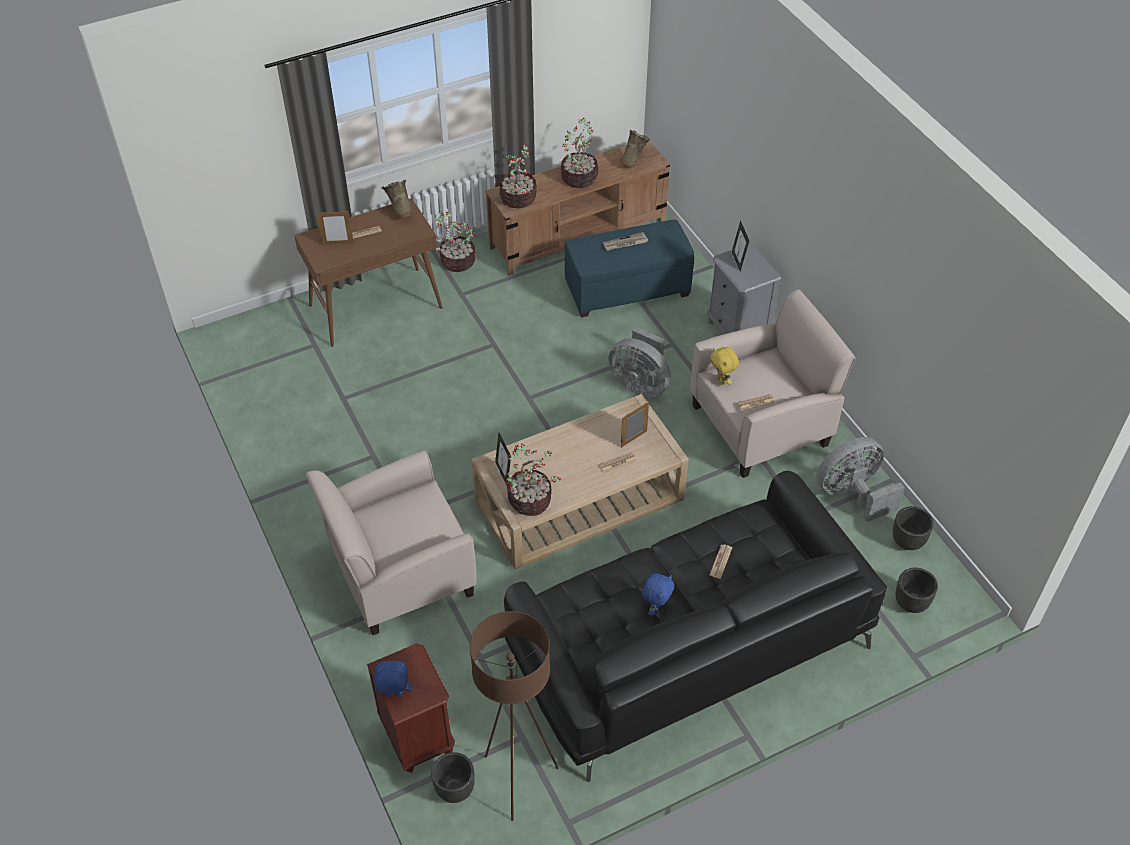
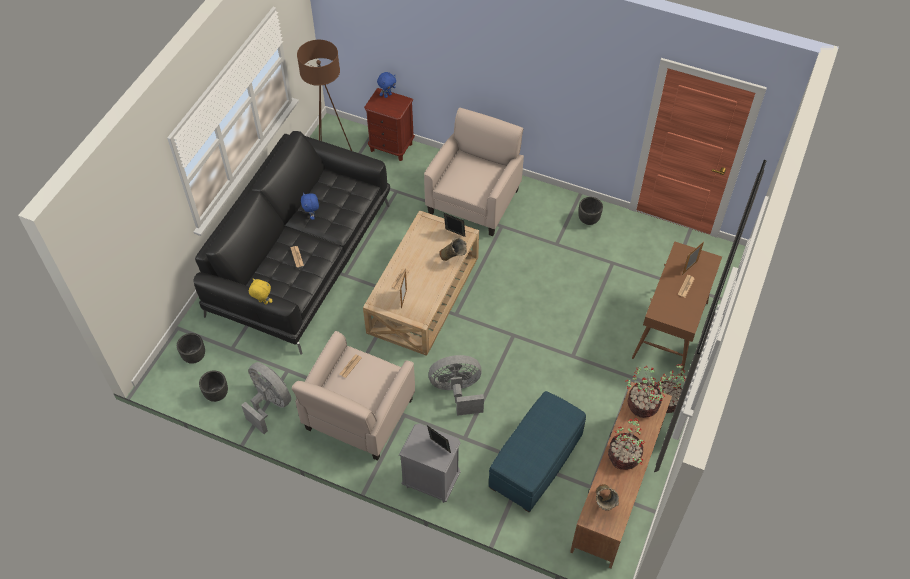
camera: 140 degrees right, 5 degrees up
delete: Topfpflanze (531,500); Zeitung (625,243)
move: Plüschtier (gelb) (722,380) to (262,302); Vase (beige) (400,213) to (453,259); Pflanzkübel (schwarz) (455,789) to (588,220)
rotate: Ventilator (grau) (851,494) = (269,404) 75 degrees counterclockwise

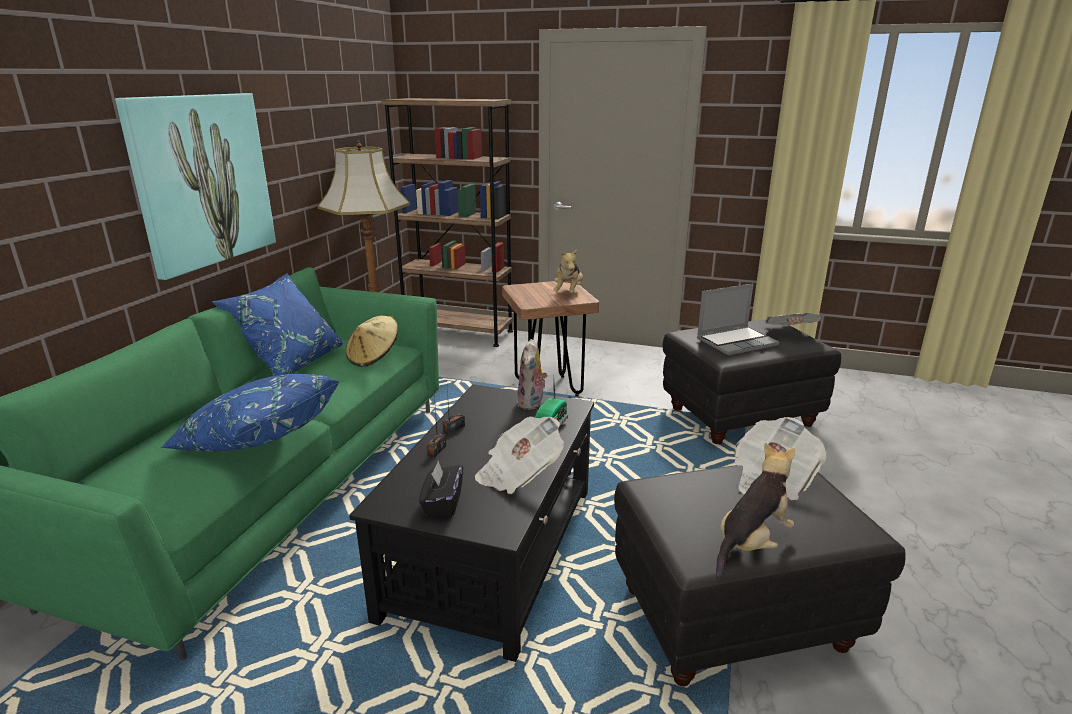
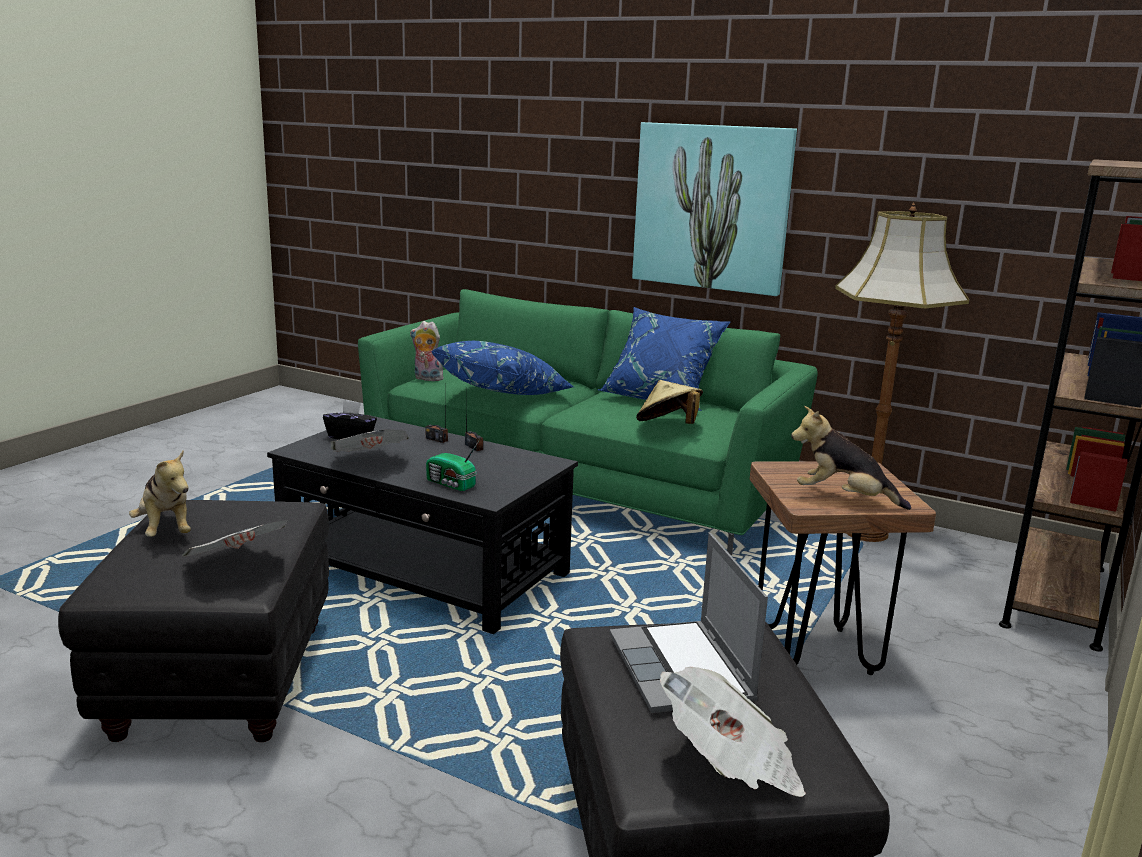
camera: 100 degrees right, 5 degrees down
move: Plüschtier (532,403) to (426,378)

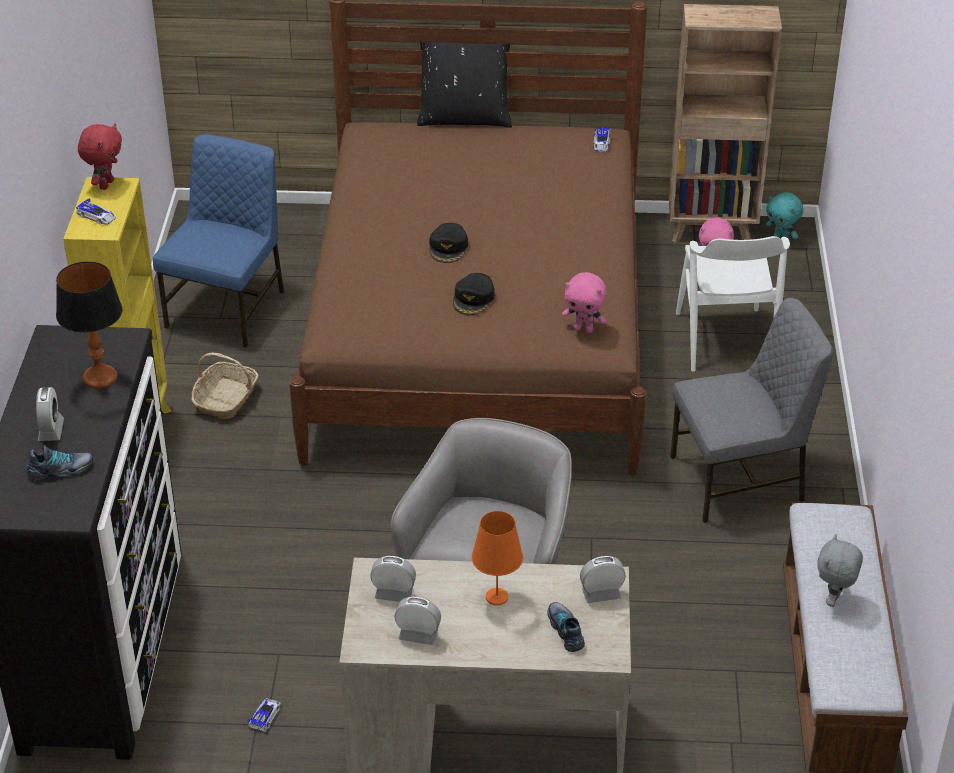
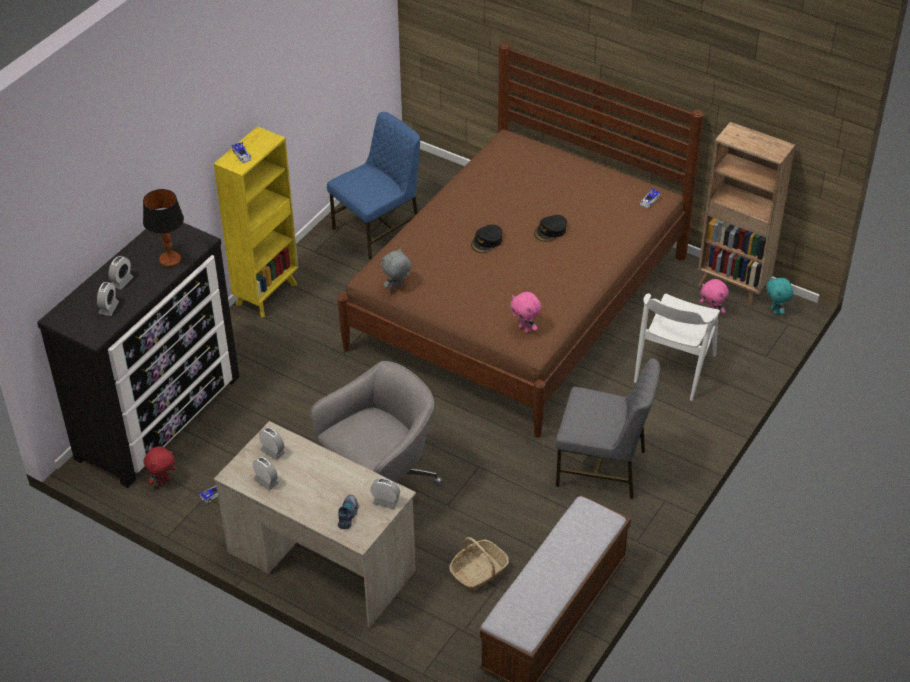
camera: 30 degrees right, 5 degrees up
delete: Kissen (schwarz) (465,118); Tischlampe (orange) (496,597)
move: Plüschtier (rot) (105,184) to (163,481); Plüschtier (grau) (834,600) to (396,287); Korb (226,399) to (479,571); Kappe (schwarz) (474,298) to (550,231)
replace: Schuh (61,470) to Wecker (108,308)

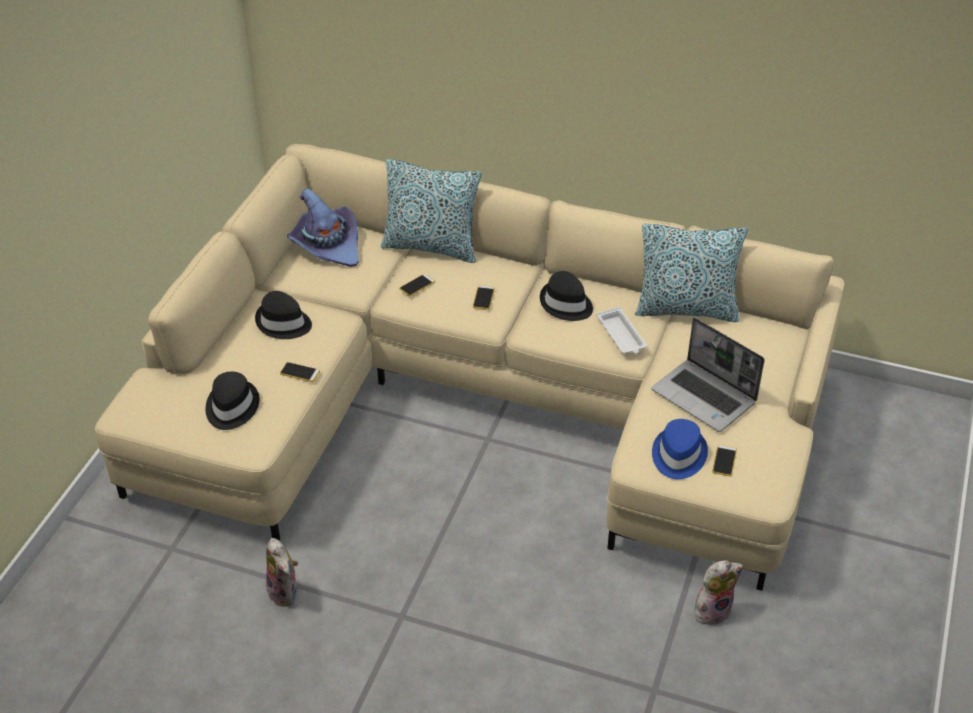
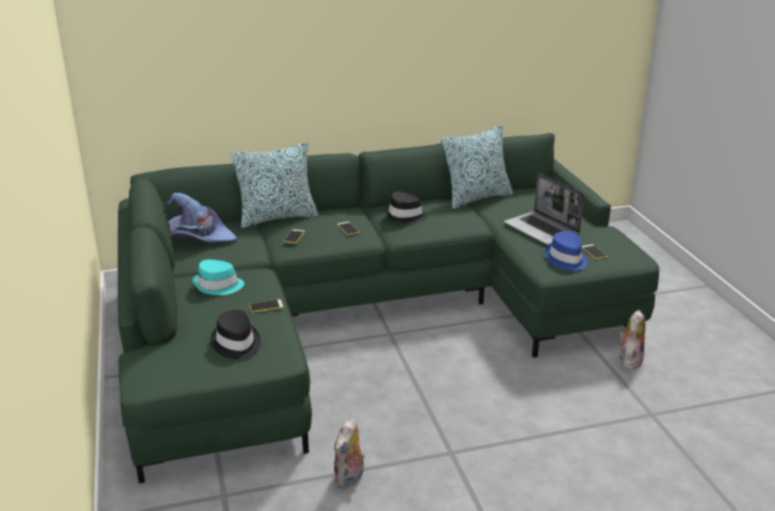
camera: 35 degrees left, 15 degrees down
delete: Tablett (weiß) (621,335)
recolor: Sofa (beige) (482,400) to Sofa (grün) (361,316); Hut (schwarz) (283,323) to Hut (türkis) (218,286)
rotate: Plüschtier (285,592) = (350,479) 90 degrees clockwise; Laptop (705,397) = (542,230) 45 degrees clockwise

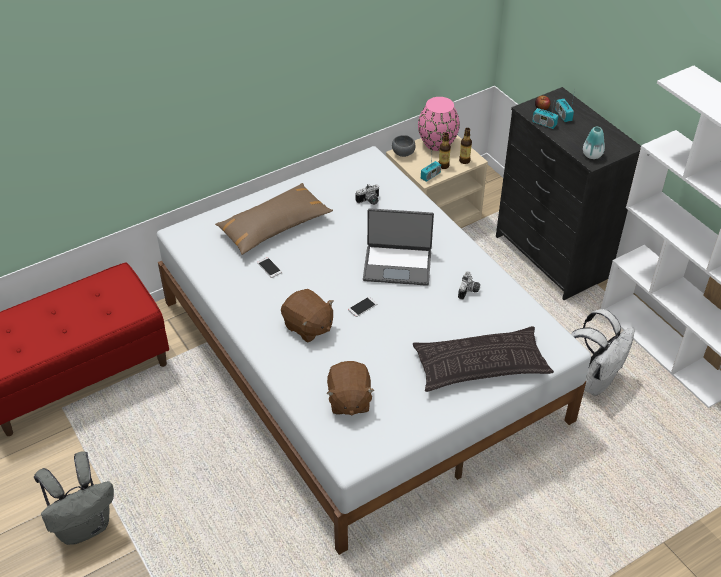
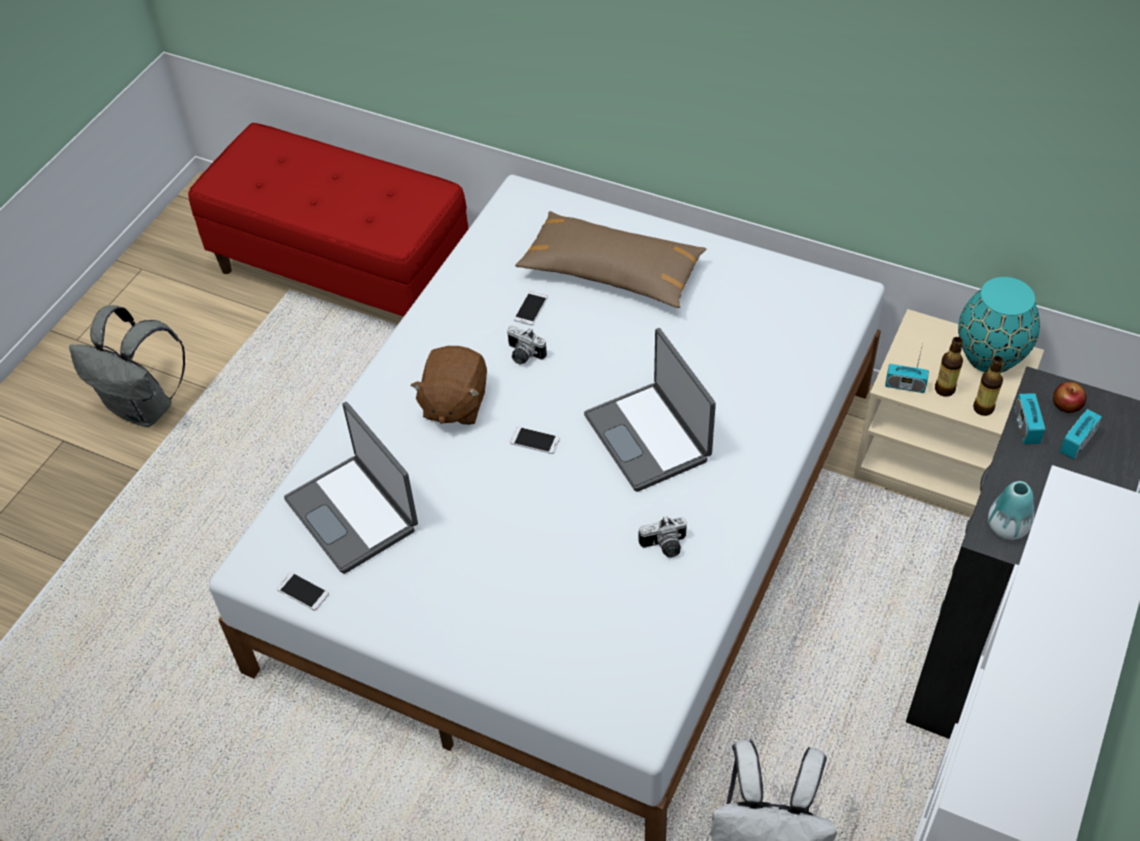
camera: 60 degrees right, 5 degrees up
delete: Schüssel (grau) (403,153); Kissen (480,365)
insert: Handy (303,591)
move: Kamera (369,201) to (523,355)
replace: Plüschtier (braun) (349,400) to Laptop (354,513)
recolor: Vase (rosa) (437,143) to Vase (türkis) (989,357)

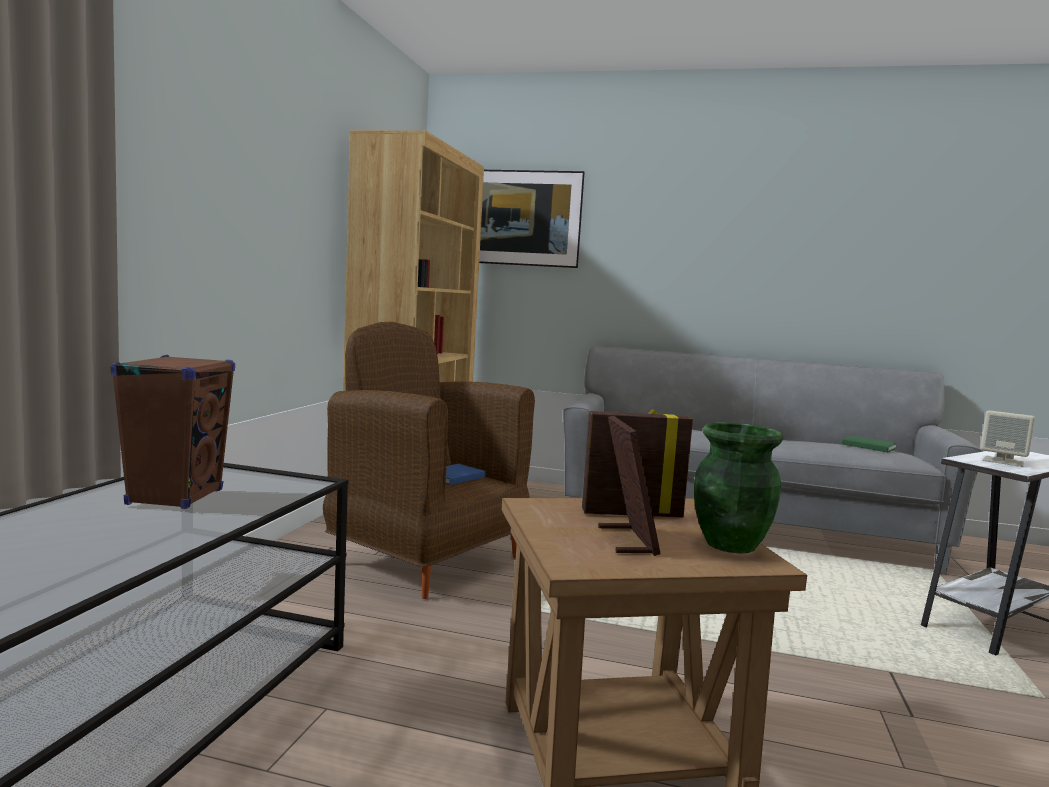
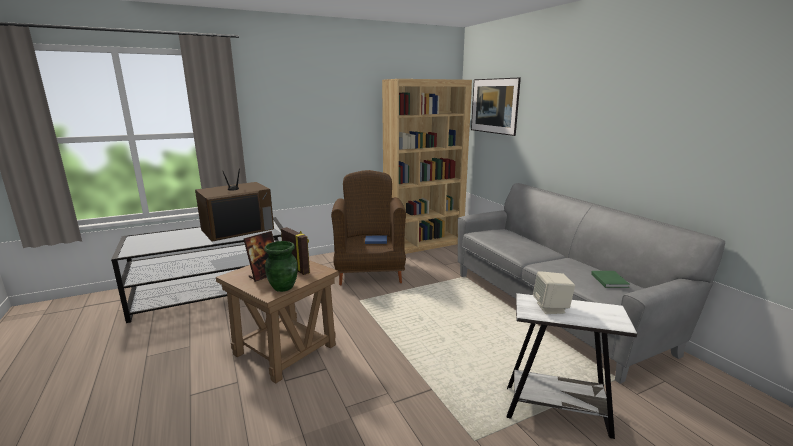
camera: 50 degrees right, 10 degrees up
replace: Lautsprecher (braun) (175,497) to Fernseher (238,229)

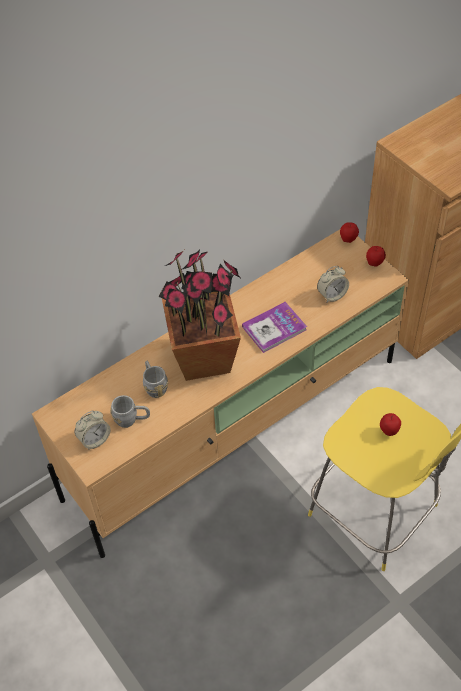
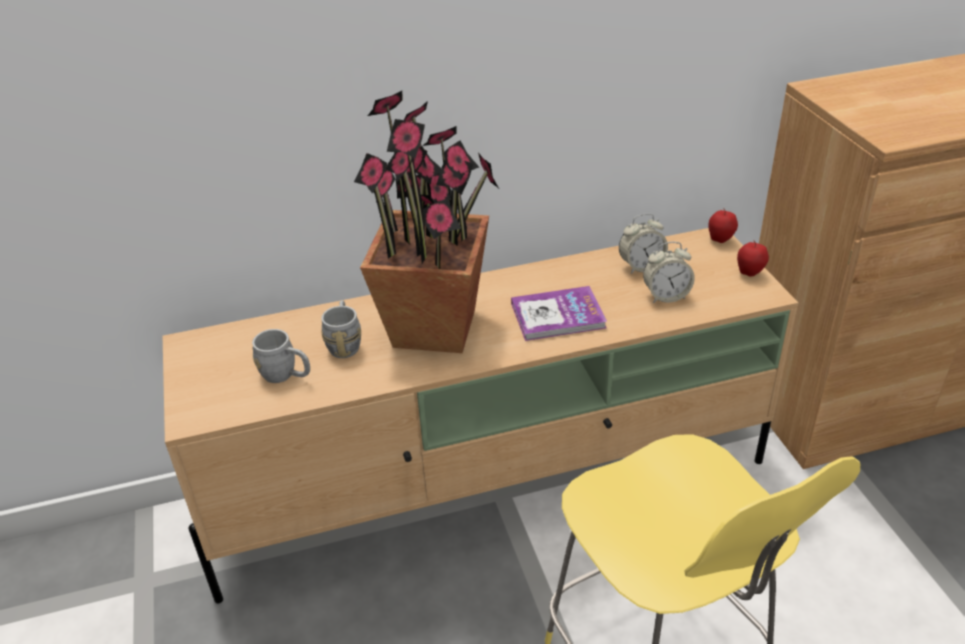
camera: 20 degrees right, 15 degrees down
delete: Apfel (389,431)
move: Wecker (94,439) to (641,266)

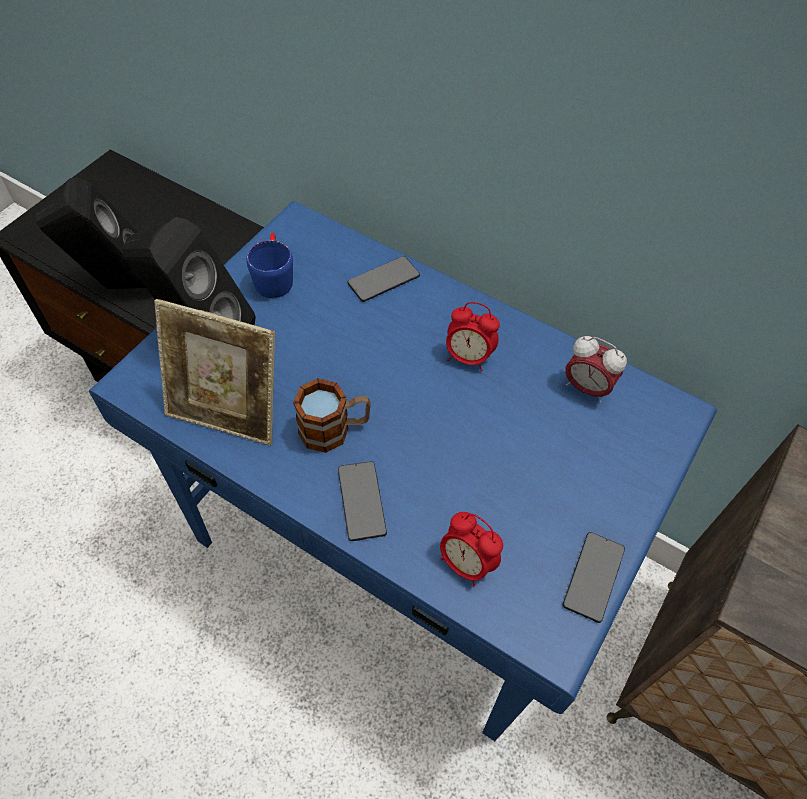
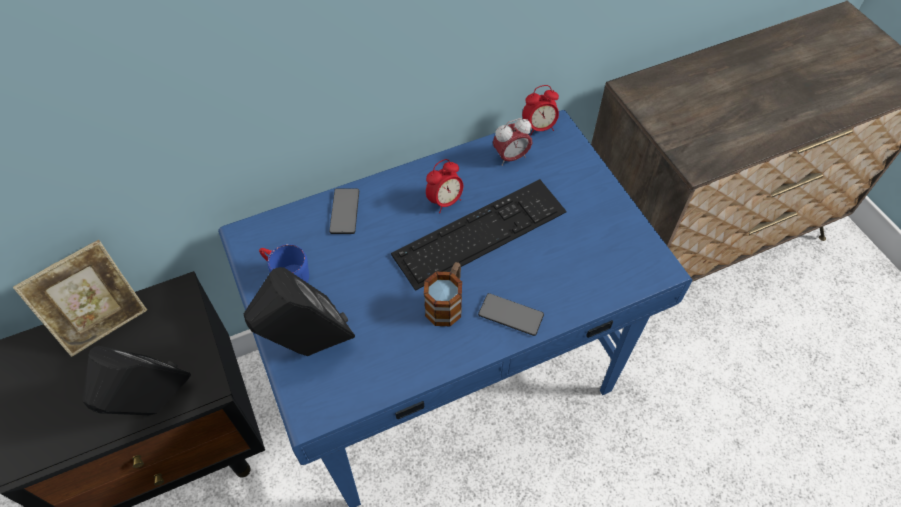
camera: 55 degrees left, 0 degrees up
delete: Handy (593,577)
insert: Tastatur (480,233)
move: Bilderrahmen (227,413) to (104,322); Wecker (466,563) to (539,128)

